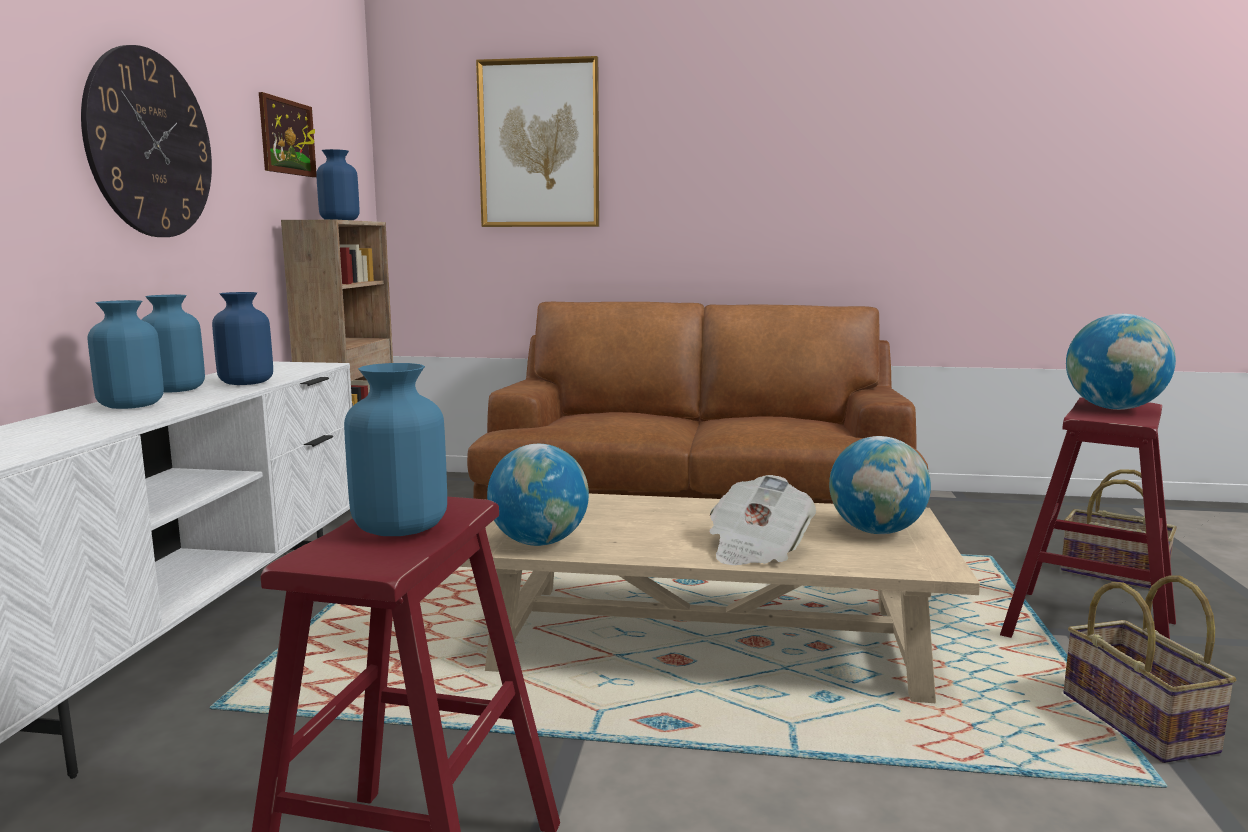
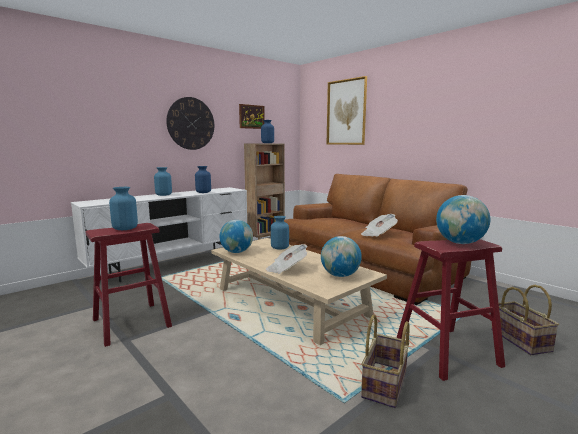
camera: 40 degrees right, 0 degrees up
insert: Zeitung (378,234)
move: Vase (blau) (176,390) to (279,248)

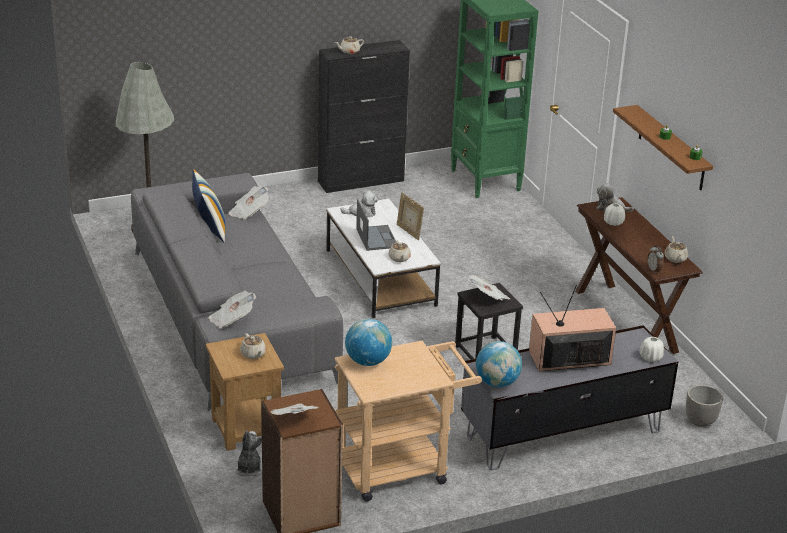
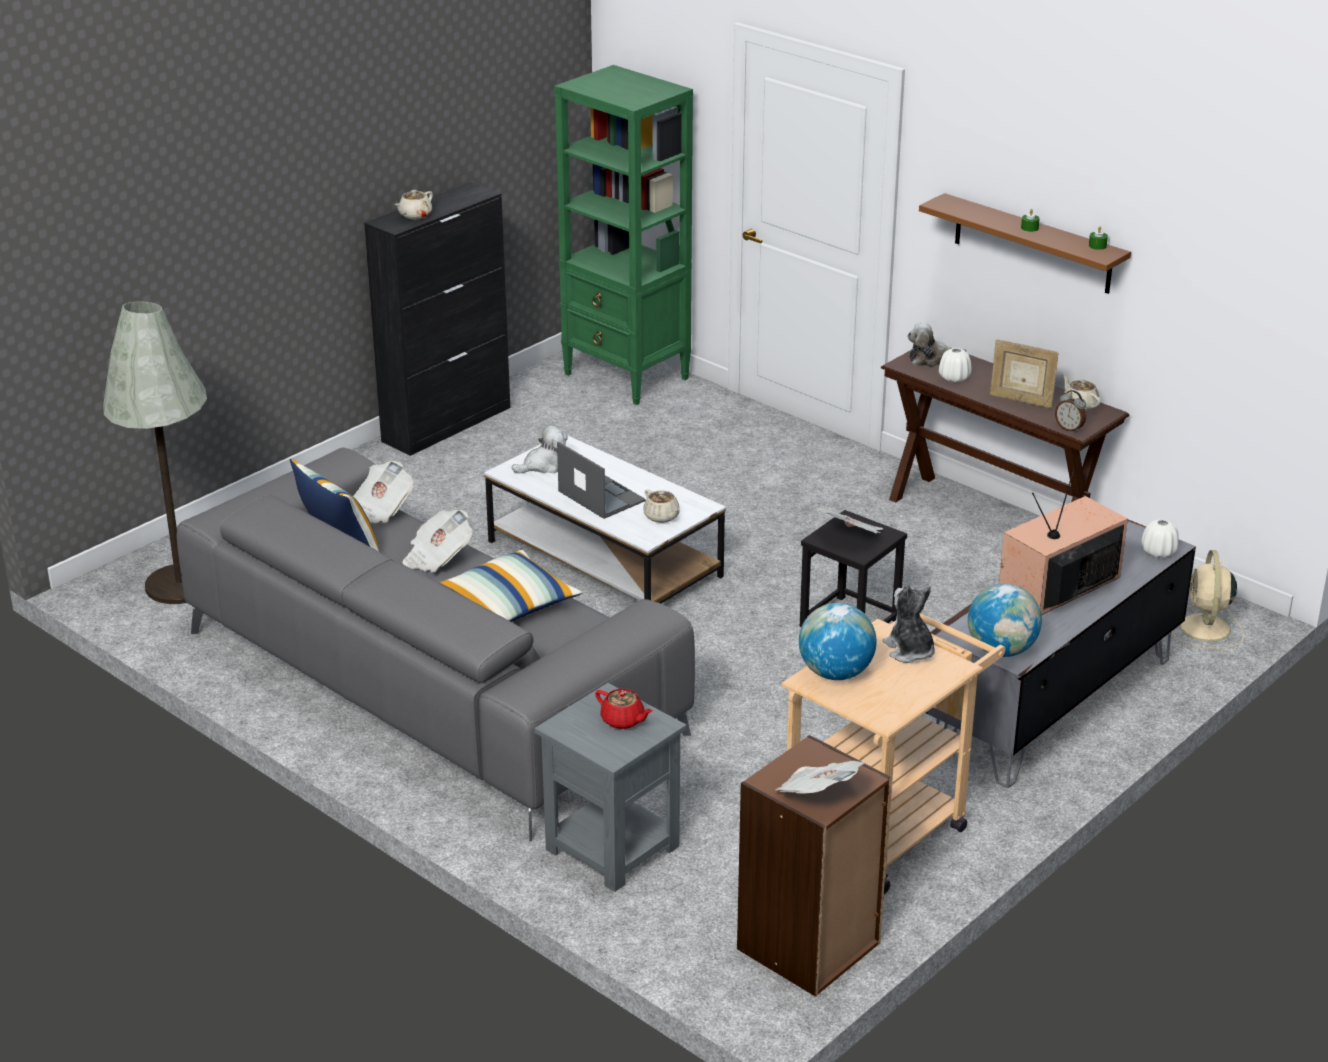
camera: 25 degrees left, 0 degrees up
insert: Kissen (510,605)
move: Zeitung (232,319) to (437,557); Plüschtier (249,469) to (909,651); Bilderrahmen (409,232) to (1021,400)
replace: Pflanzkübel (700,421) to Ventilator (beige) (1205,629)
recolor: Beistelltisch (braun) (245,428) to Beistelltisch (grau) (611,847); Teekanne (beige) (253,354) to Teekanne (rot) (623,720)

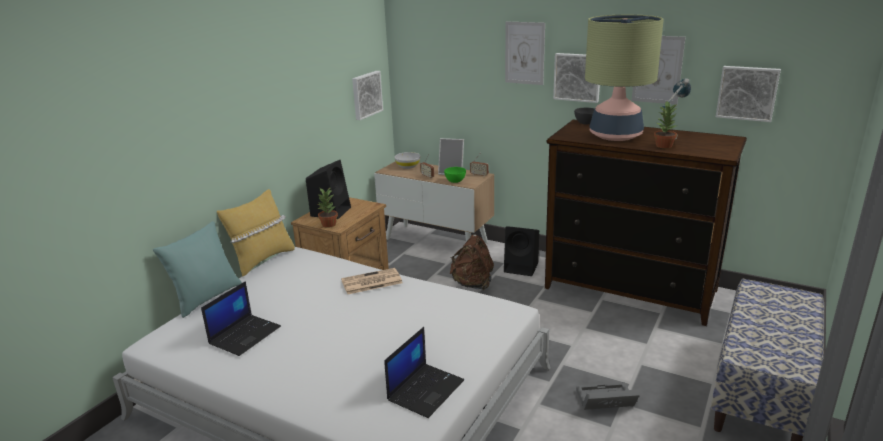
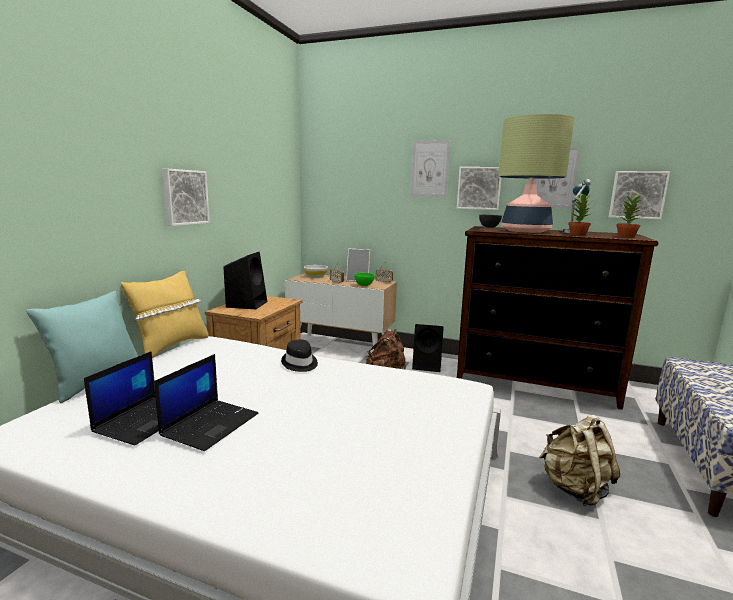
camera: 10 degrees left, 10 degrees down
move: Laptop (425,389) to (210,424); Bild (366,94) to (184,197); Topfpflanze (329,224) to (626,236)
replace: Zeitung (371,282) to Hut (schwarz) (299,363); Aufbewahrungsbox (grau) (604,401) to Rucksack (beige) (574,489)

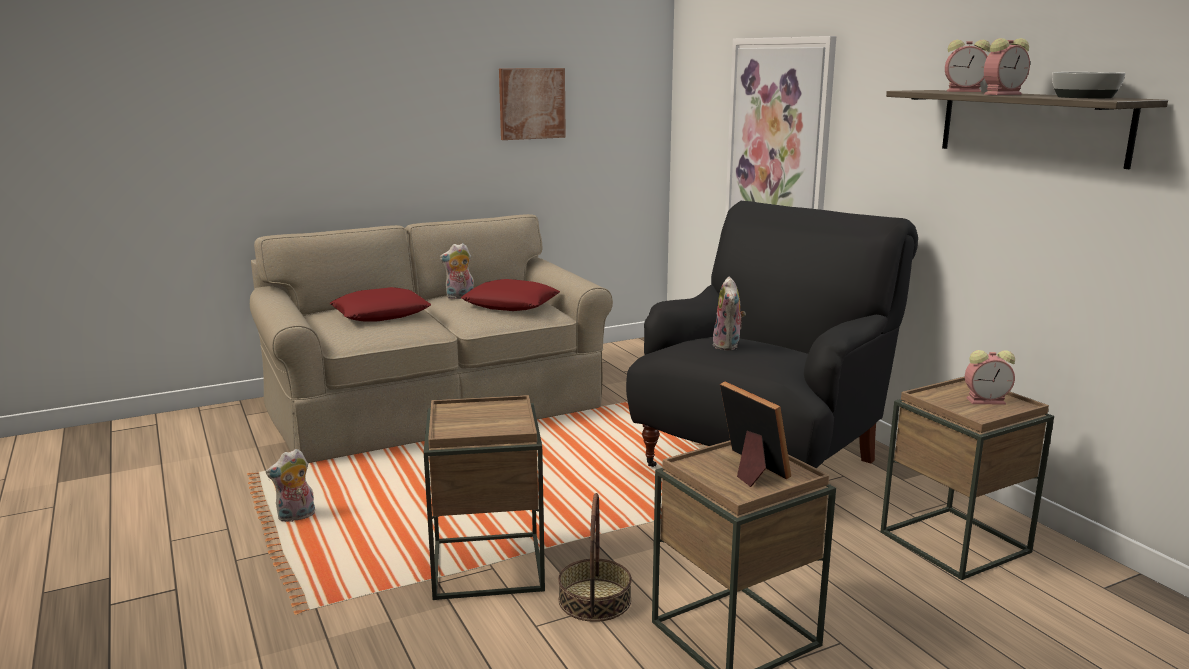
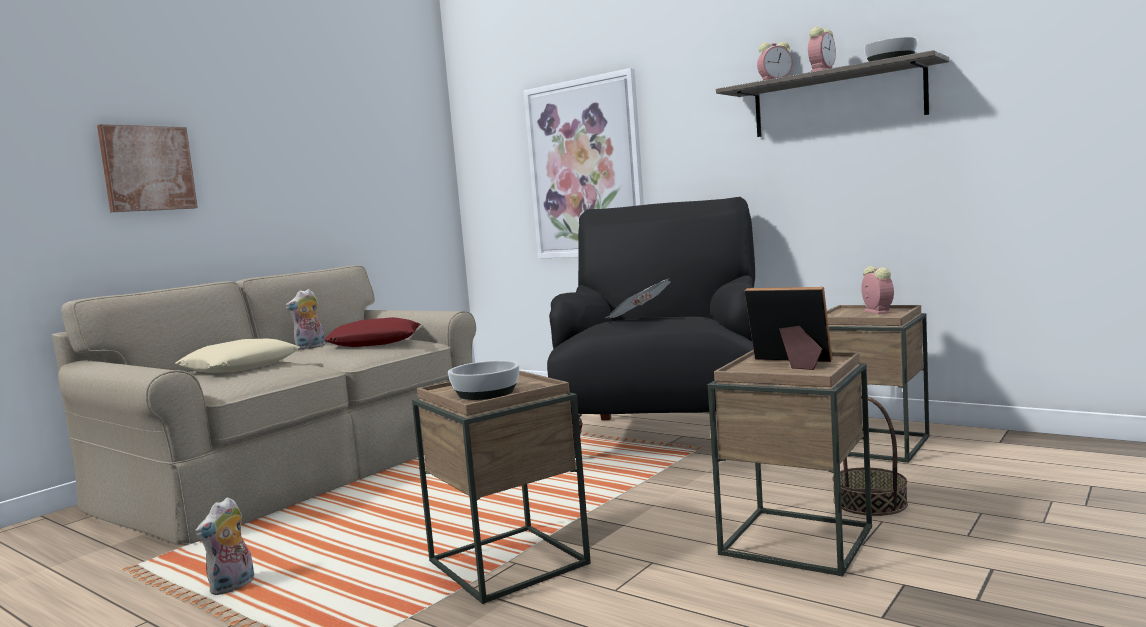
camera: 25 degrees left, 10 degrees down
insert: Schüssel (487,393)
move: Bild (531,103) to (147,168); Korb (595,600) to (870,502)
replace: Plüschtier (728,346) to Zeitung (638,318)
recolor: Kissen (rot) (381,314) to Kissen (beige) (241,366)
rotate: Wecker (987,401) = (876,311) 75 degrees counterclockwise

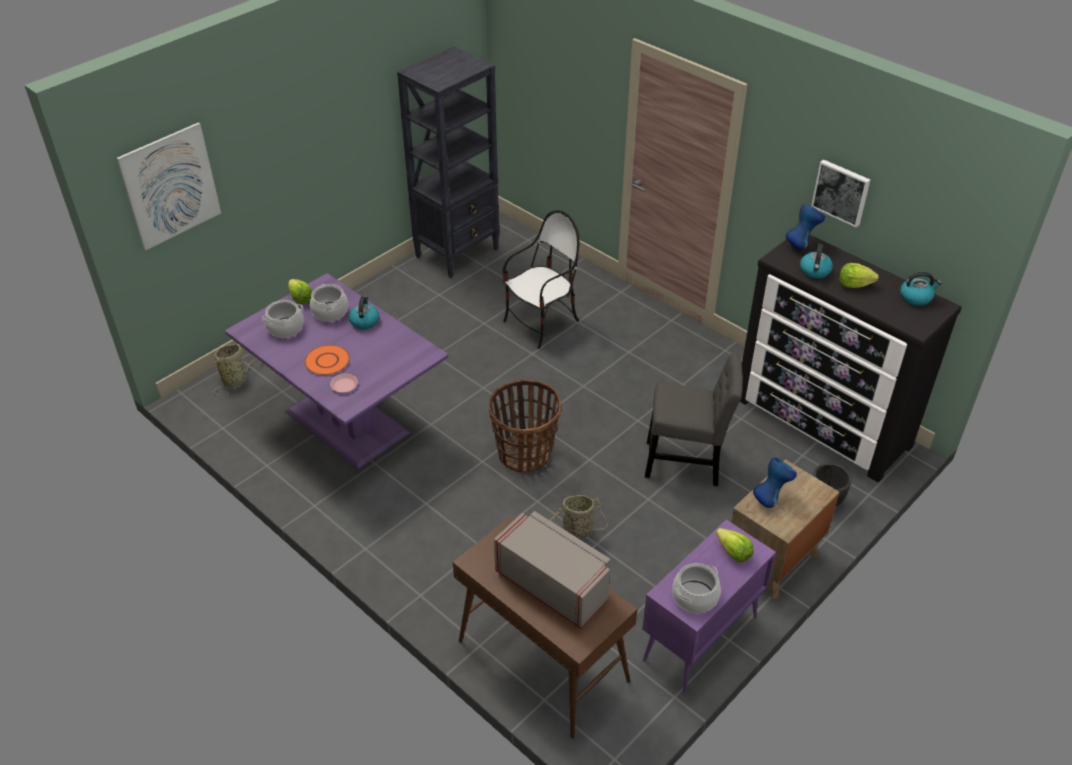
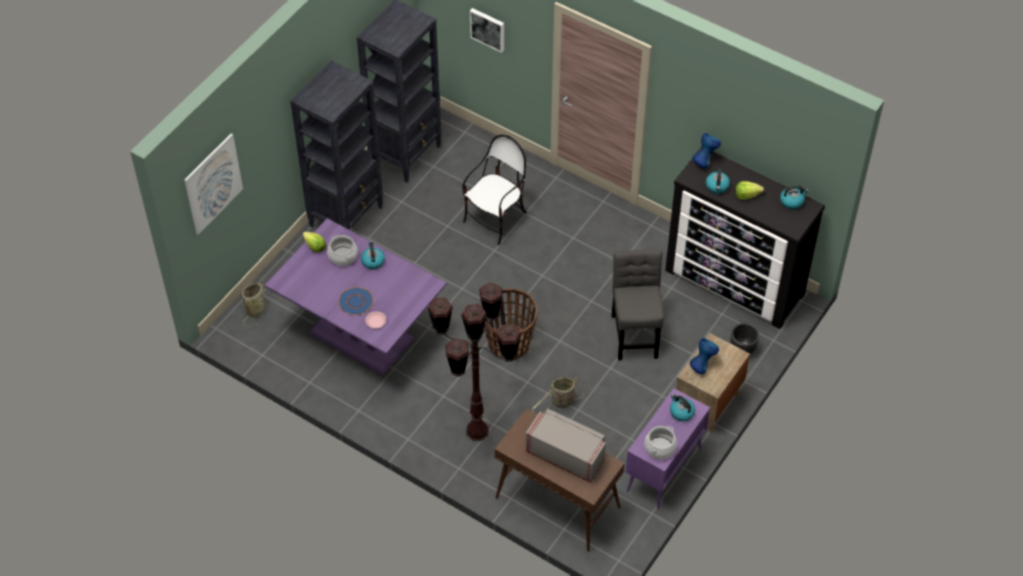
camera: 10 degrees left, 10 degrees up
delete: Kochtopf (285,328)
insert: Bücherregal (schwarz) (347,216); Stehlampe (braun) (476,431)
move: Bild (841,192) to (488,29)
replace: Salatkopf (733,553) to Wasserkessel (681,412)
recolor: Teller (orange) (327,361) to Teller (blau) (355,302)
rotate: Stuhl (grau) (687,462) = (635,333) 90 degrees counterclockwise

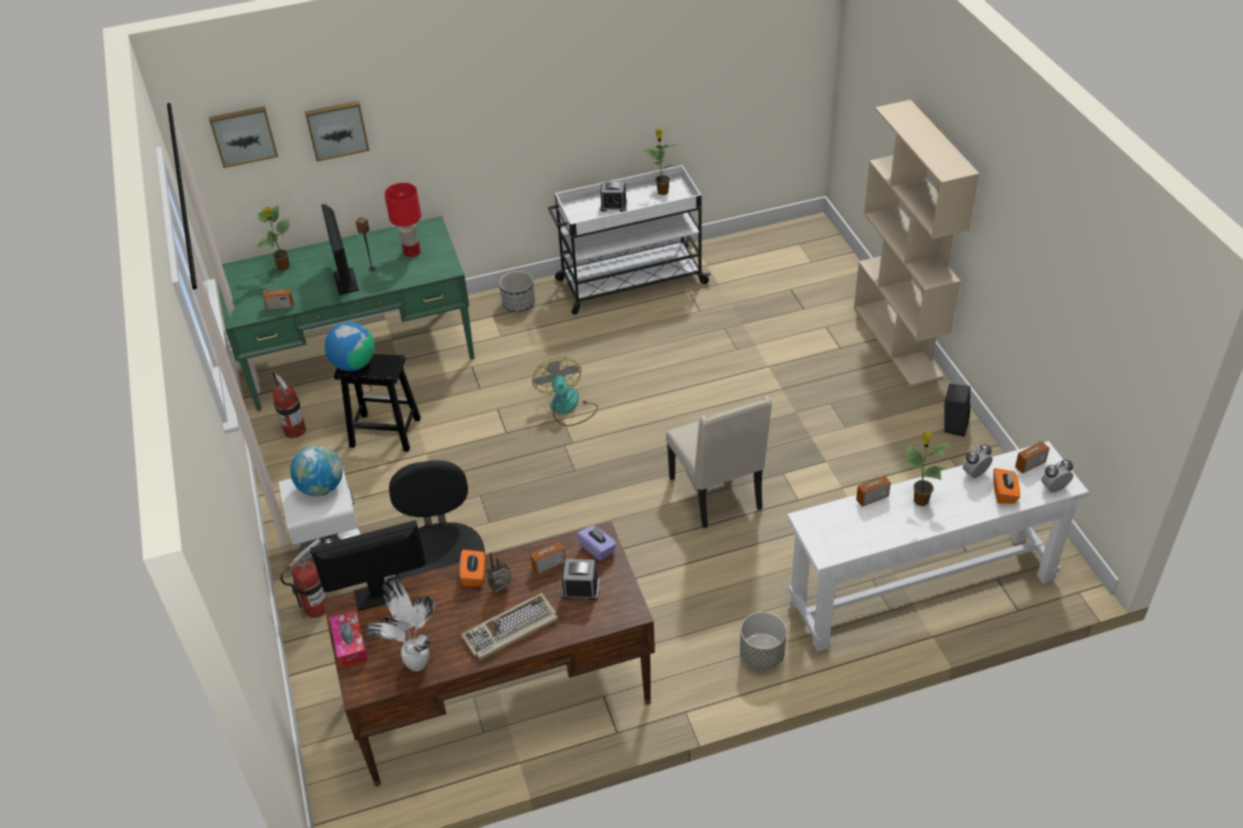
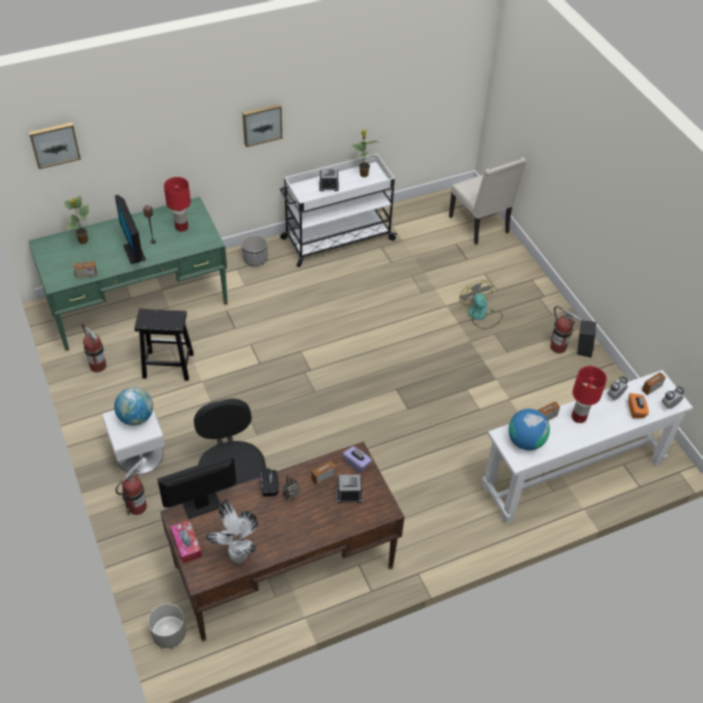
camera: 10 degrees left, 5 degrees up
delete: Tastatur (510,629); Bücherregal (beige) (898,341)
insert: Feuerlöscher (558,347)
move: Pflanzkübel (grau) (761,655) to (169,634); Bild (337,129) to (261,124); Stuhl (beige) (718,494) to (480,225); Ventilator (567,407) to (480,315); Globus (353,364) to (525,441)
replace: Topfpflanze (920,500) to Tischlampe (rot) (579,417)
recolor: Taschentuchbox (orange) (474,575) to Taschentuchbox (schwarz) (269,487)

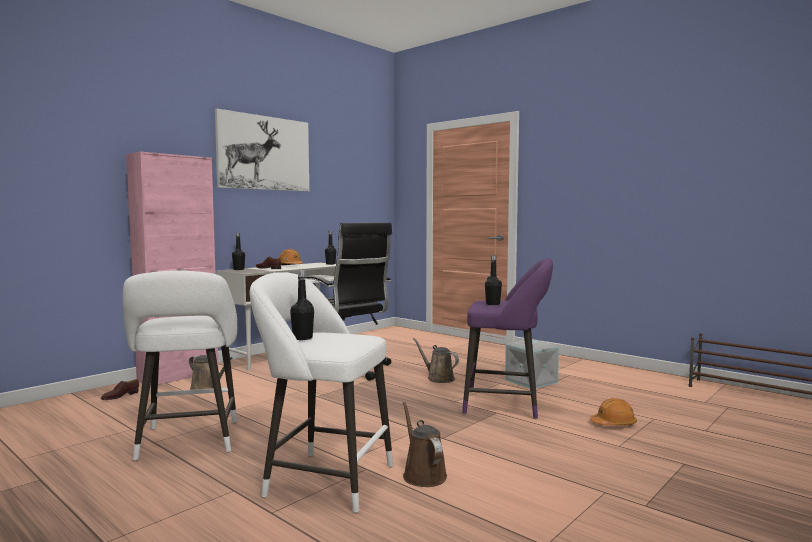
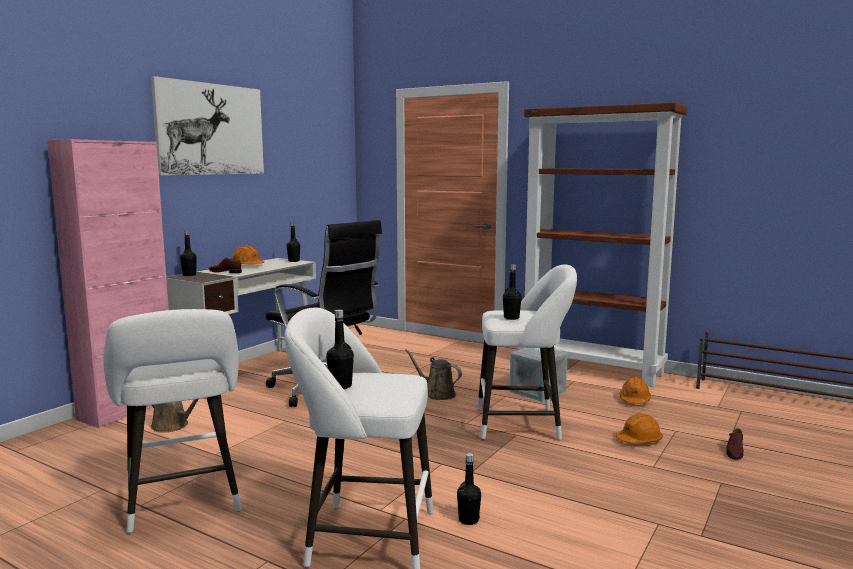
camera: 10 degrees left, 5 degrees up
insert: Bücherregal (braun) (593,369); Schutzhelm (orange) (634,400)
move: Schuh (braun) (120,396) to (734,452)
replace: Gießkanne (braun) (422,474) to Flasche (schwarz) (468,520)
recolor: Hocker (lila) (507,405) to Hocker (weiß) (523,424)

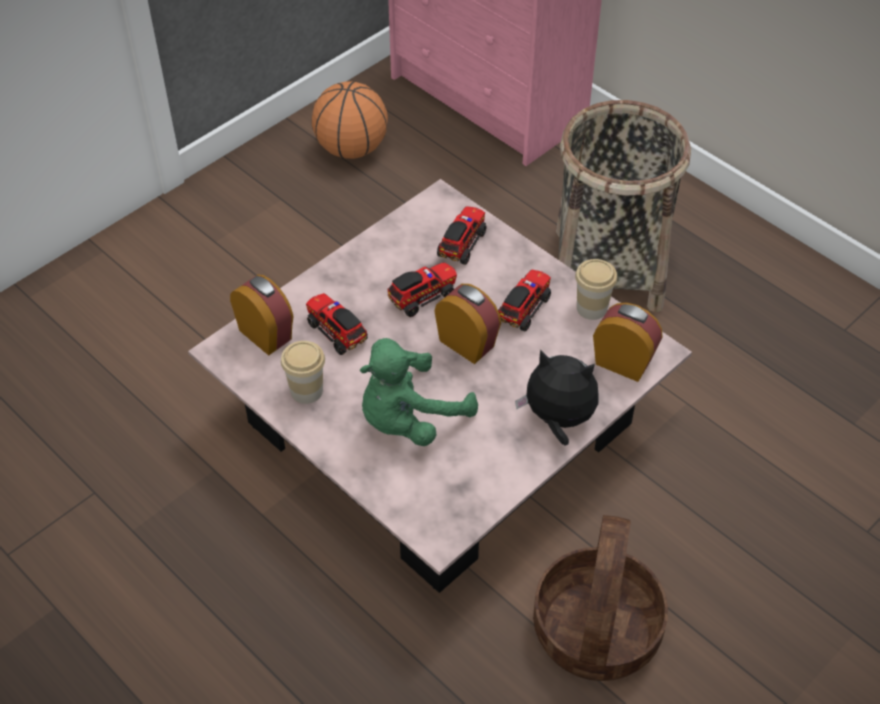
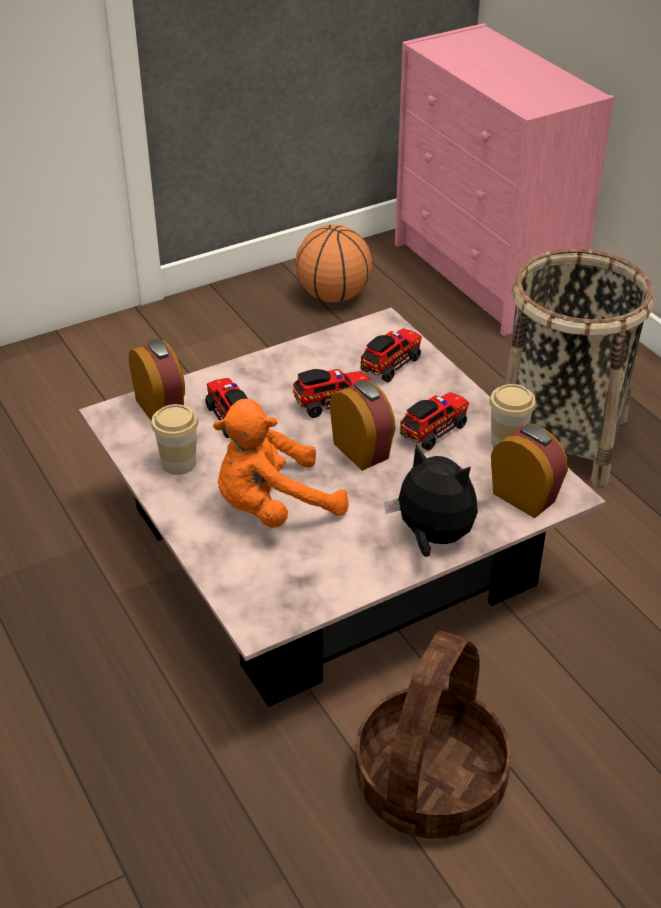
camera: 15 degrees right, 10 degrees down
recolor: Plüschtier (grün) (409,419) to Plüschtier (orange) (273,507)

